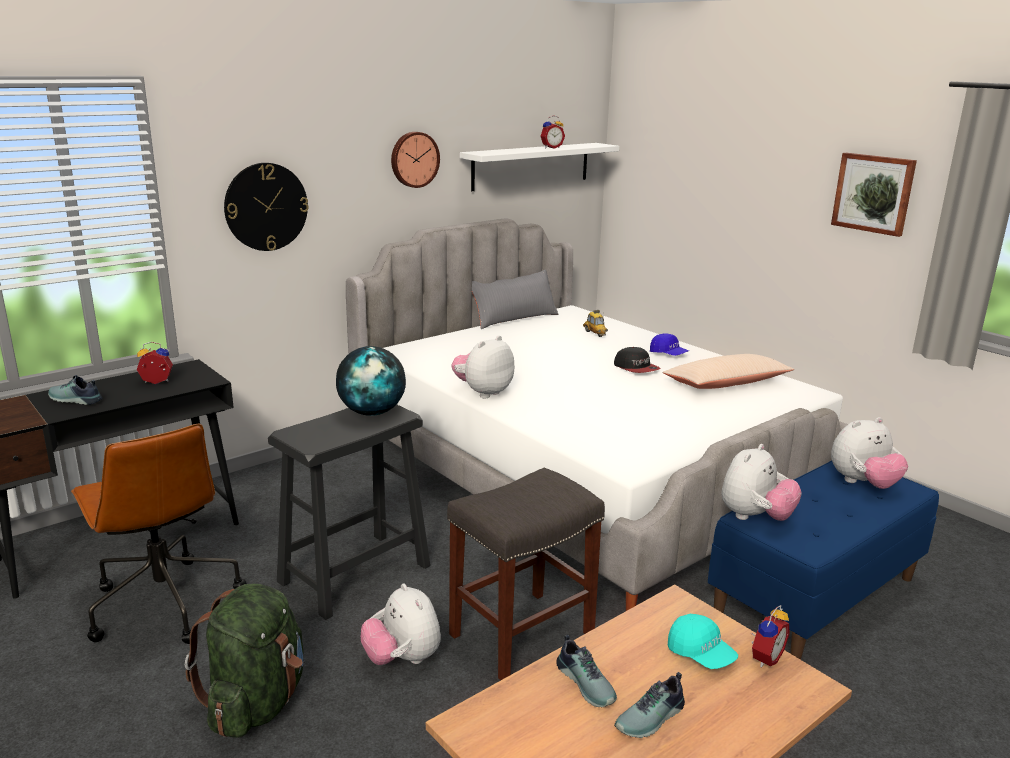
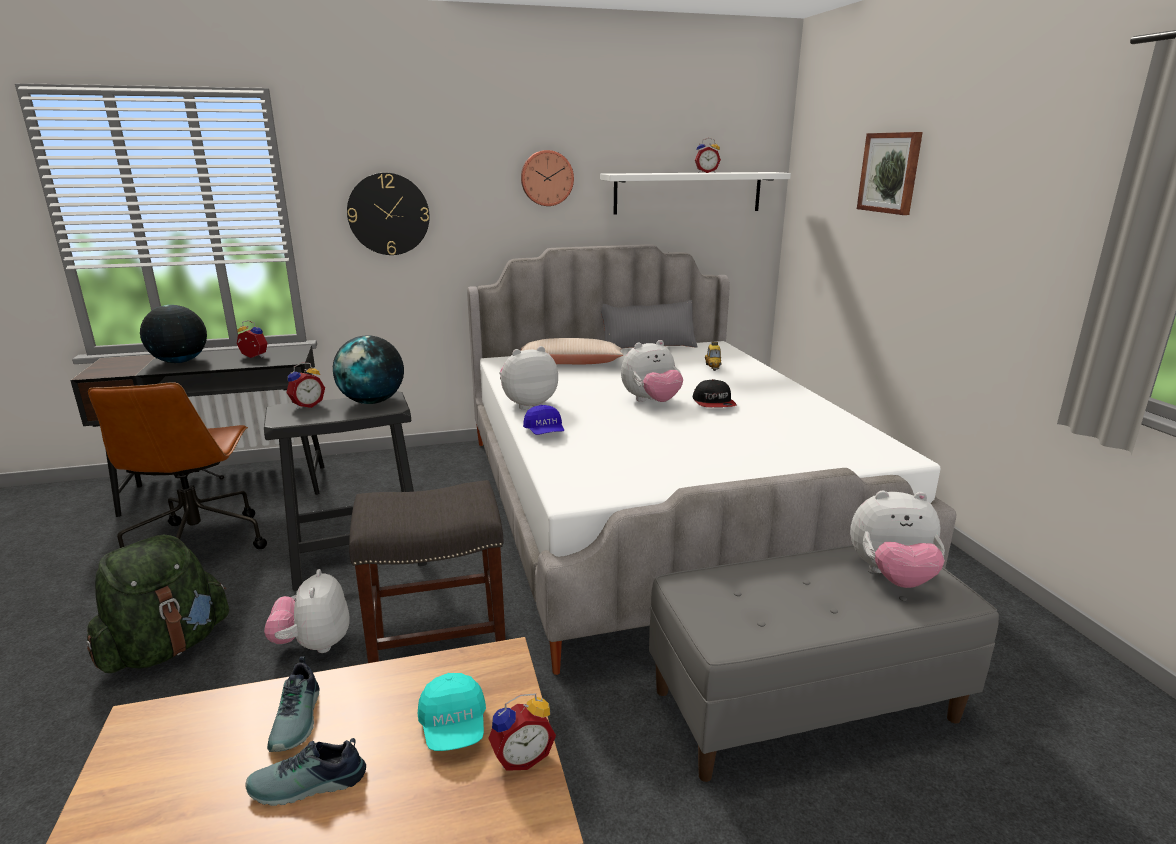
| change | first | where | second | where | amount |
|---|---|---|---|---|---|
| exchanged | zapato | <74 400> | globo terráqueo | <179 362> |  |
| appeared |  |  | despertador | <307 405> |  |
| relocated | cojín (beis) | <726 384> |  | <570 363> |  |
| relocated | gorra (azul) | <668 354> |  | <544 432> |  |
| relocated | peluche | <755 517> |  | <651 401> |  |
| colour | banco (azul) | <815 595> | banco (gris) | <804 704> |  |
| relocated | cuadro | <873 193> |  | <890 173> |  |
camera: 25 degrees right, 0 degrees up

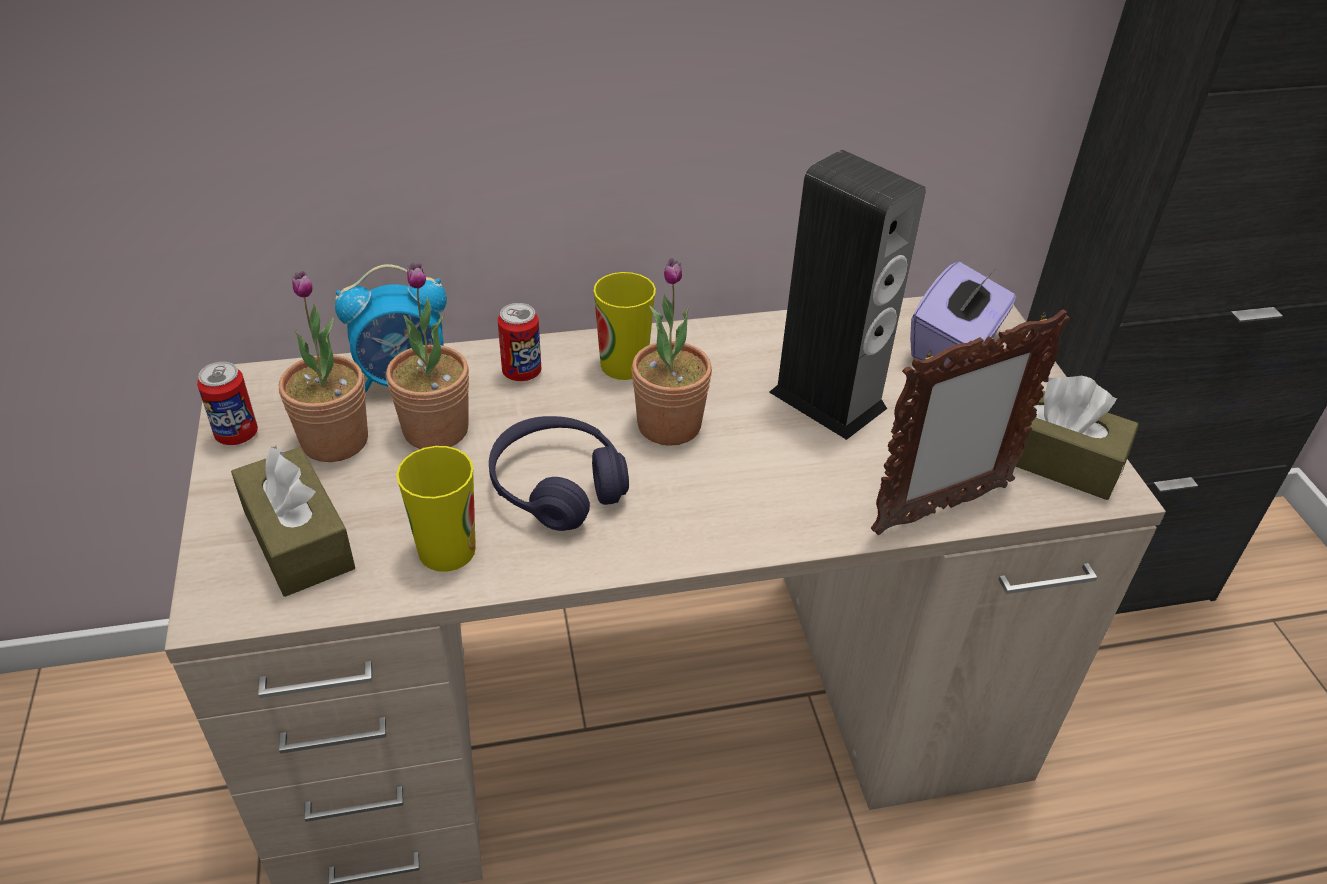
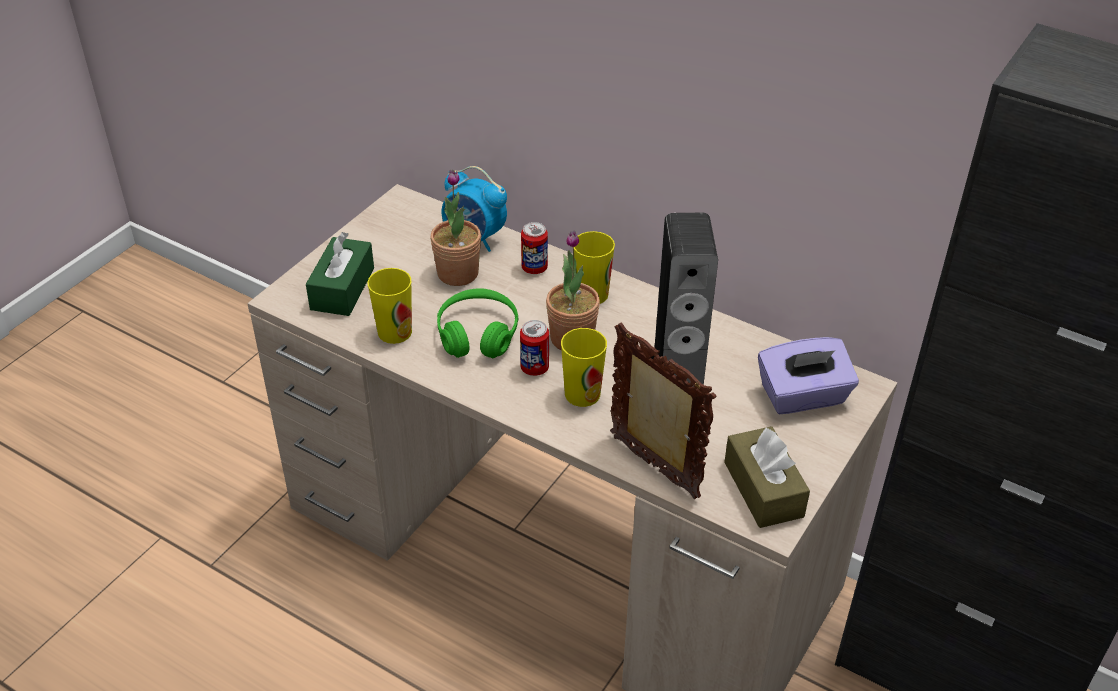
| change | first | where | second | where | amount |
|---|---|---|---|---|---|
| colour | caja de pañuelos (marrón) | <298 539> | caja de pañuelos (verde) | <342 289> |  |
| colour | auriculares (morado) | <557 487> | auriculares (verde) | <478 334> |  |
| relocated | lata | <237 434> |  | <534 368> |  |
| appeared |  |  | taza | <582 394> |  |
| spun | portarretratos | <940 509> |  | <654 468> | 150 degrees counterclockwise |
| missing | planta en maceta | <335 441> |  |  |  |
camera: 45 degrees right, 0 degrees up

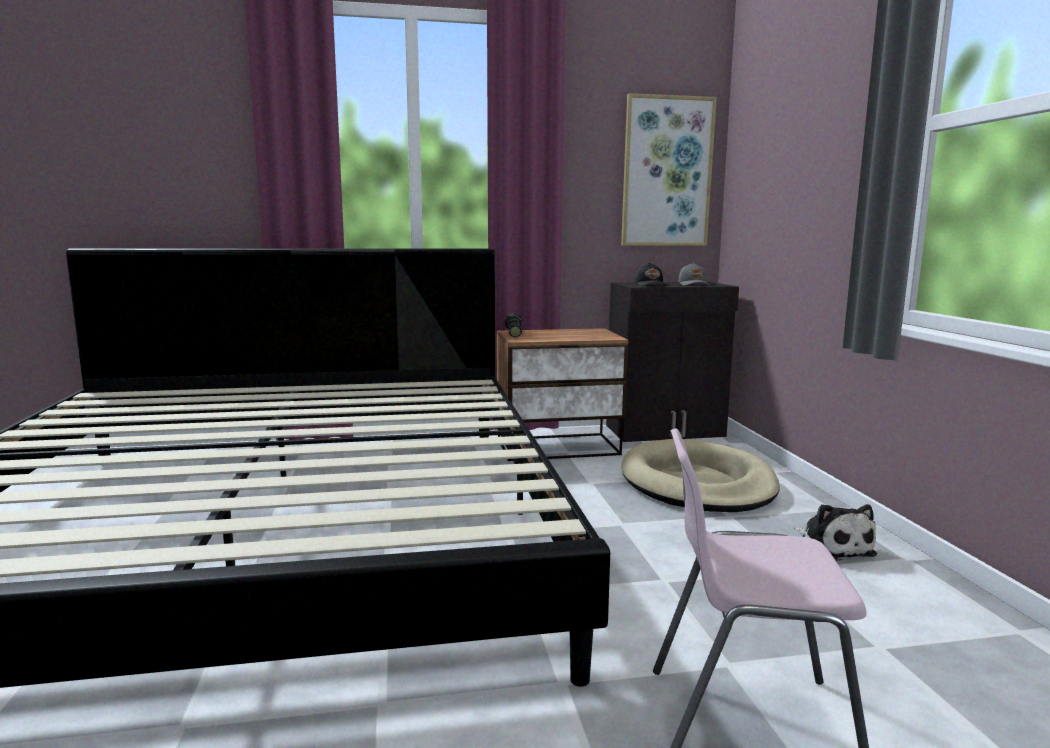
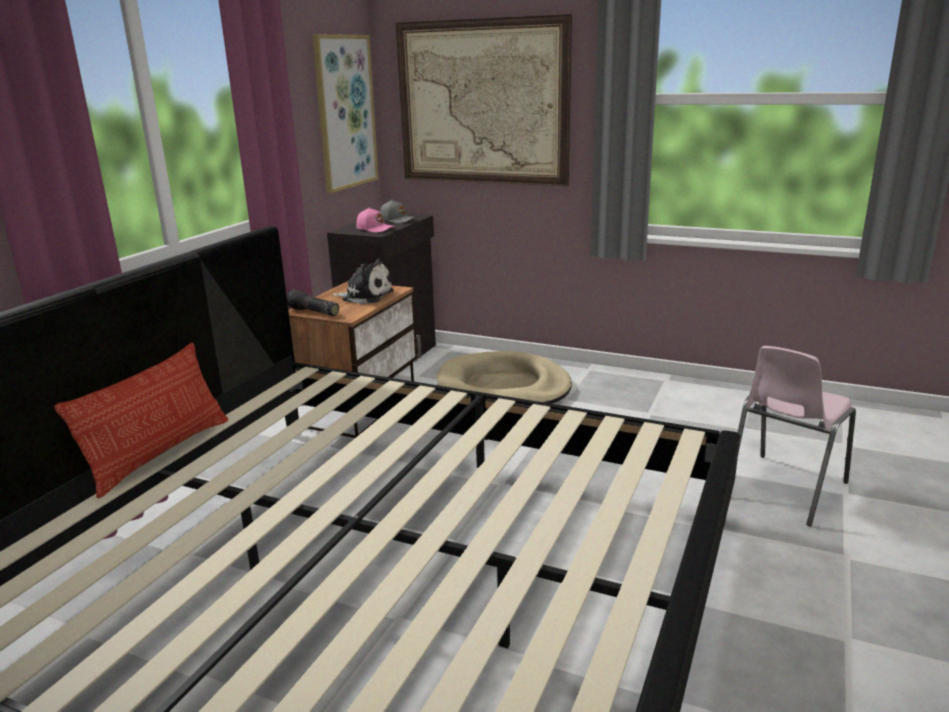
| change | first | where | second | where | amount |
|---|---|---|---|---|---|
| appeared |  |  | cojín | <159 453> |  |
| relocated | peluche | <831 547> |  | <365 296> |  |
| colour | gorra (negro) | <650 285> | gorra (rosa) | <375 229> |  |
| appeared |  |  | cuadro | <482 103> |  |
camera: 55 degrees left, 10 degrees up

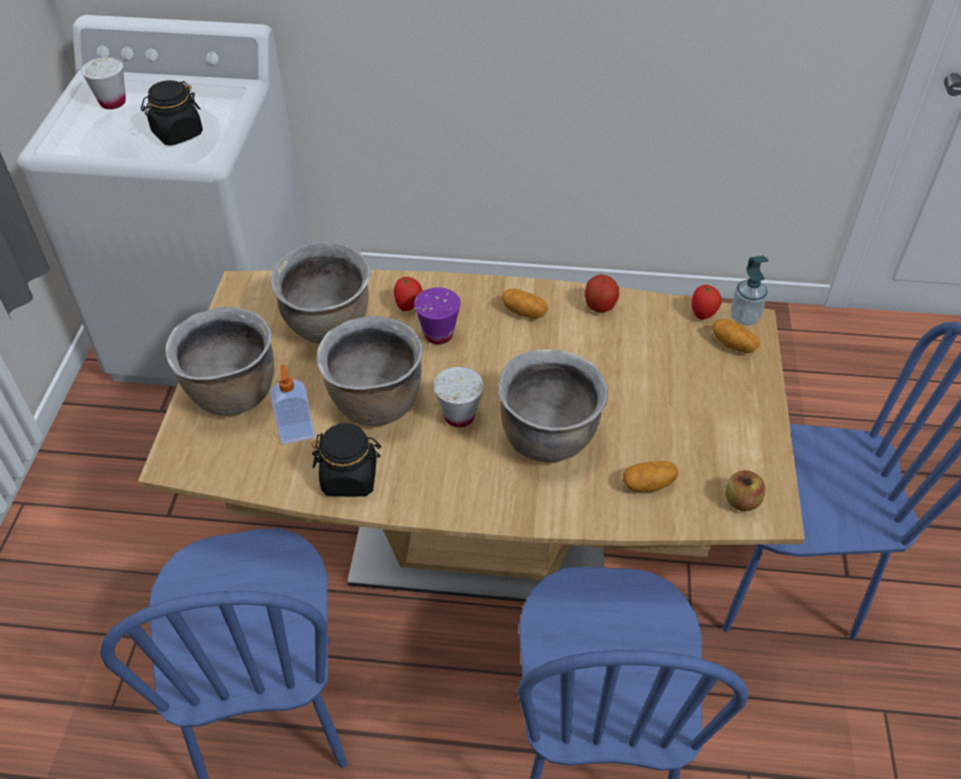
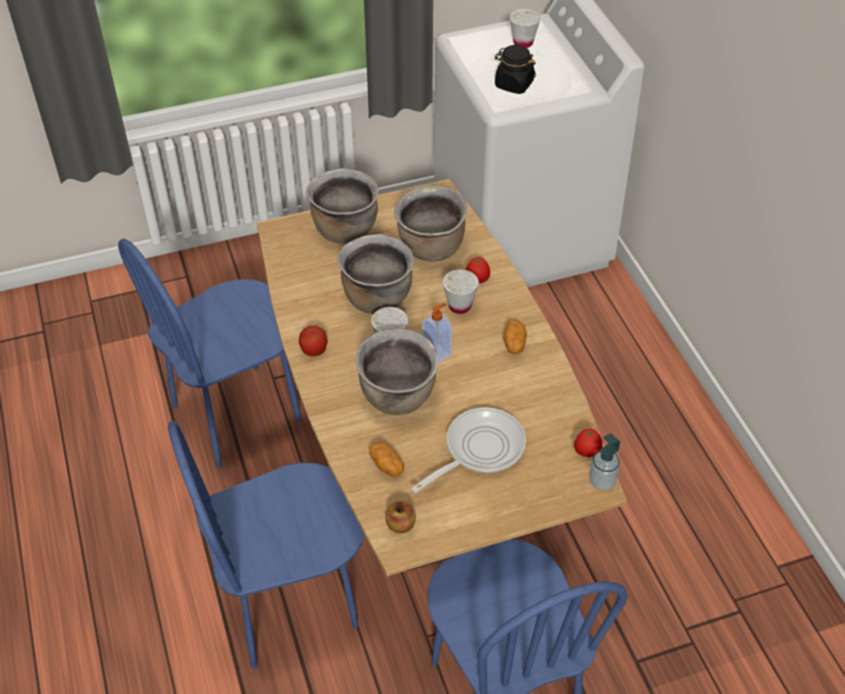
| change | first | where | second | where | amount |
|---|---|---|---|---|---|
| relocated | manzana | <600 306> |  | <314 350> |  |
| appeared |  |  | sartén | <479 450> |  |
| relocated | dispensador de jabón | <296 431> |  | <437 351> |  |
| colour | taza (morado) | <438 334> | taza (blanco) | <459 306> |  |
| missing | tarro (negro) | <350 478> |  |  |  |
| missing | patata | <733 344> |  |  |  |
camera: 65 degrees right, 0 degrees up

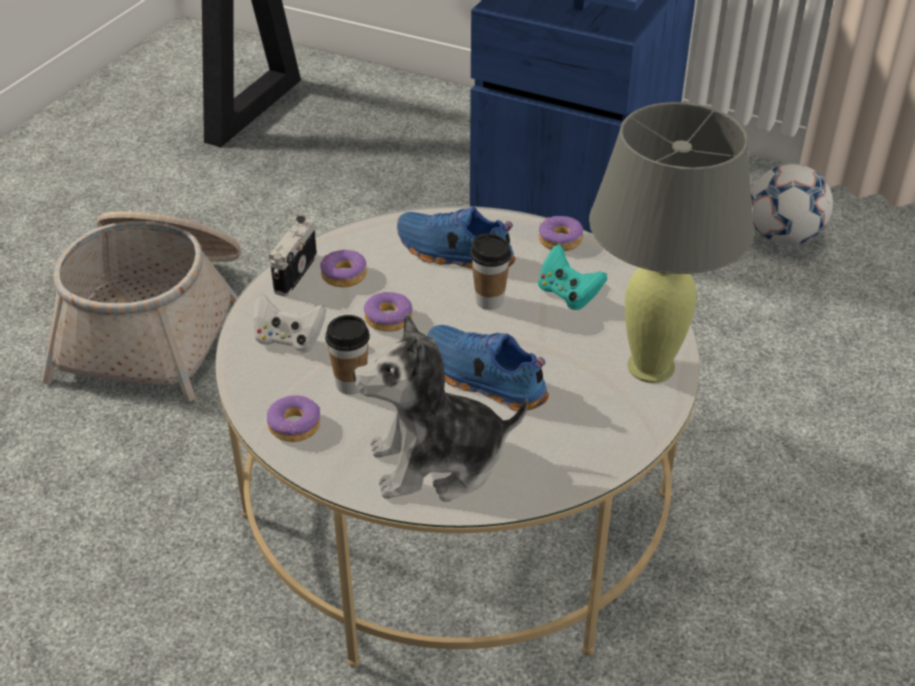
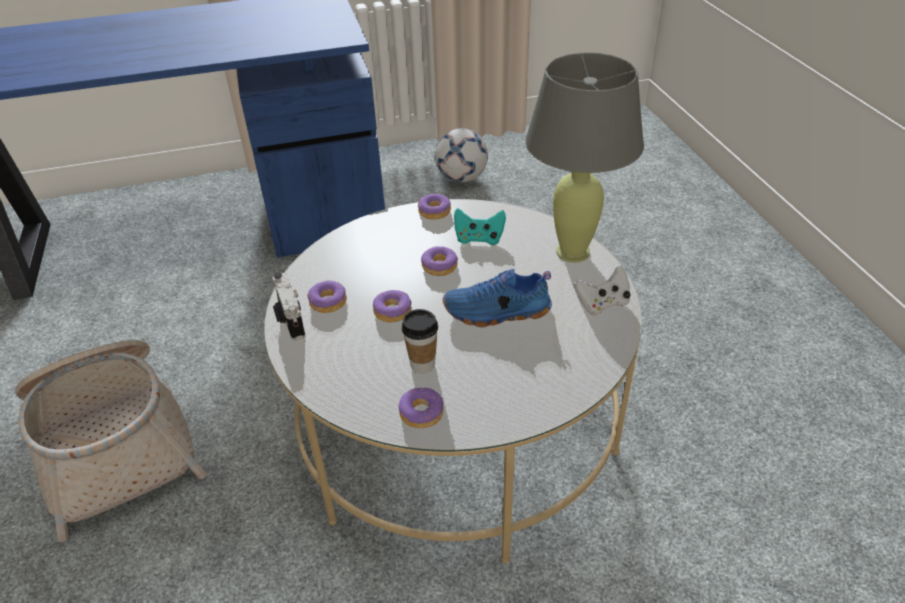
| change | first | where | second | where | amount |
|---|---|---|---|---|---|
| exchanged | taza | <489 301> | rosquilla | <440 266> |  |
| relocated | mando de consola (blanco) | <289 340> |  | <602 304> |  |
| missing | peluche | <437 463> |  |  |  |
| missing | zapato (azul) | <453 254> |  |  |  |
camera: 40 degrees left, 0 degrees up

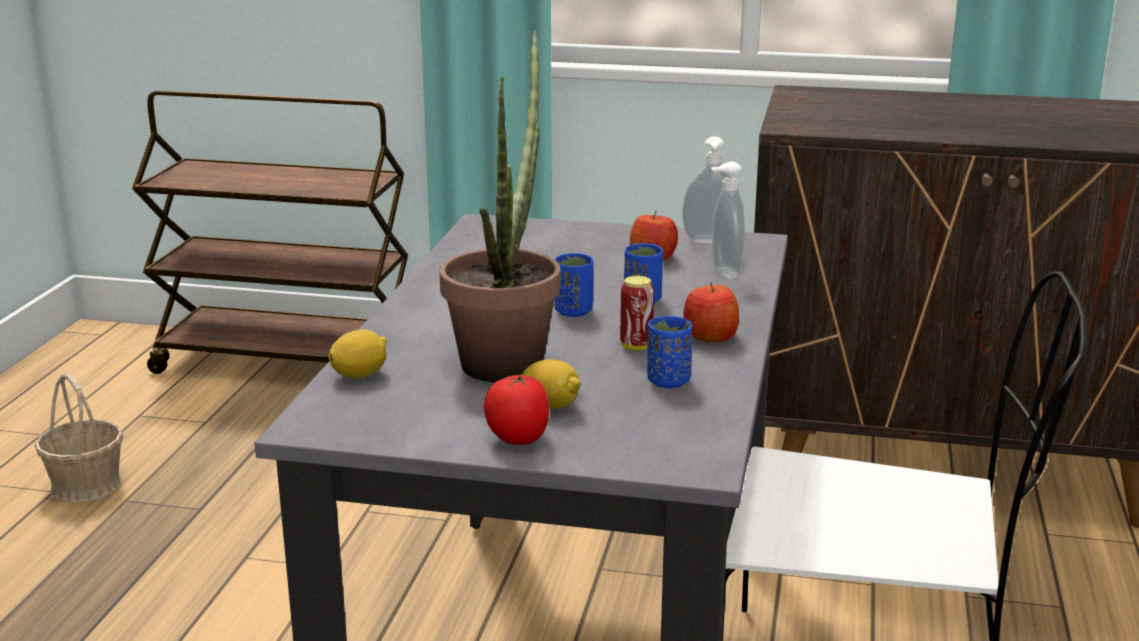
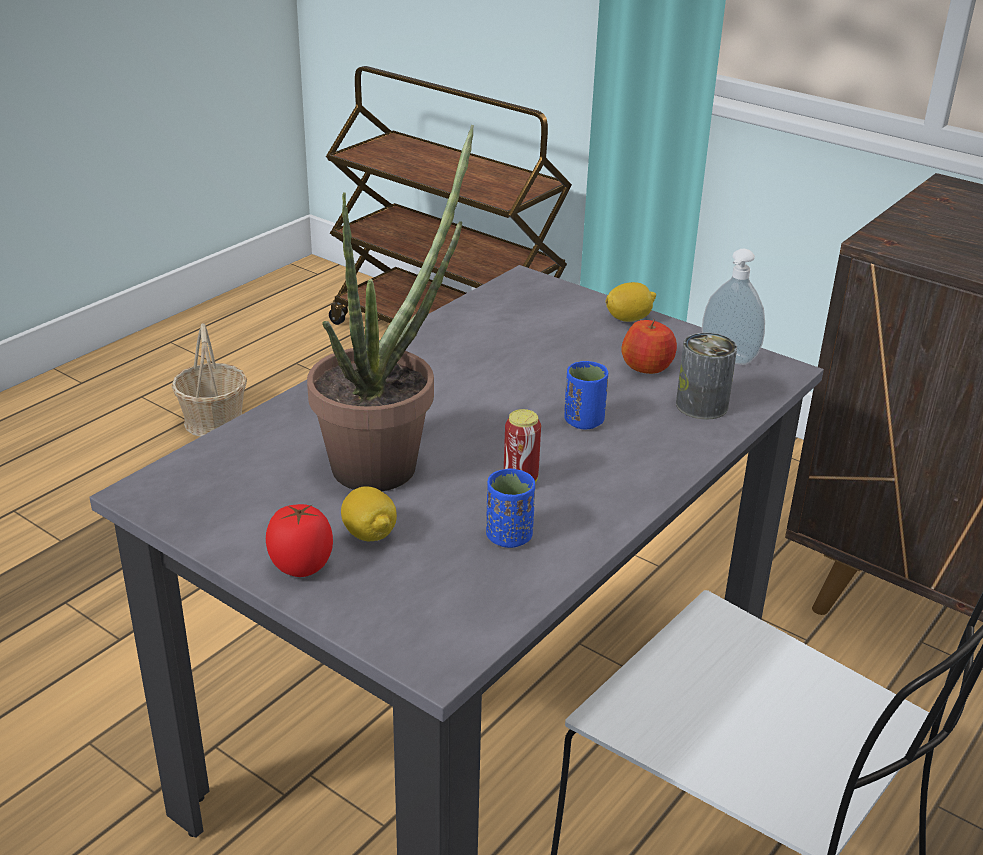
| change | first | where | second | where | amount |
|---|---|---|---|---|---|
| relocated | limón | <360 375> |  | <629 318> |  |
| exchanged | dispensador de jabón | <723 273> | lata | <701 405> |  |
| missing | taza (azul) | <573 311> |  |  |  |
| missing | manzana | <710 336> |  |  |  |
camera: 25 degrees right, 10 degrees up

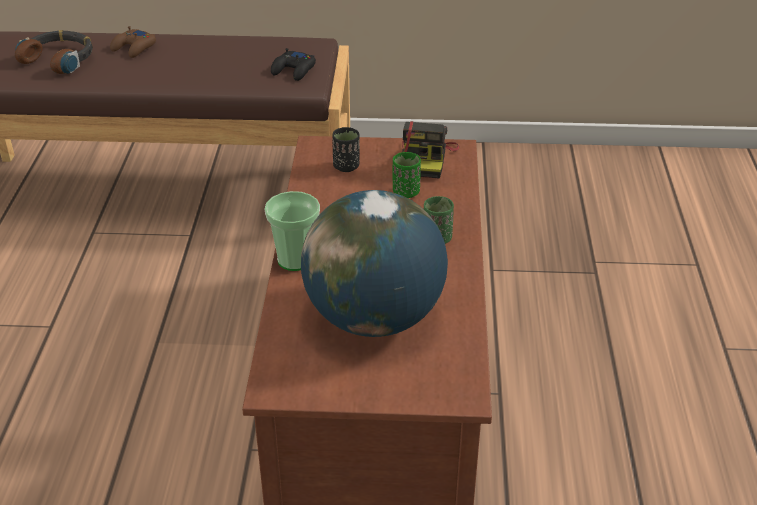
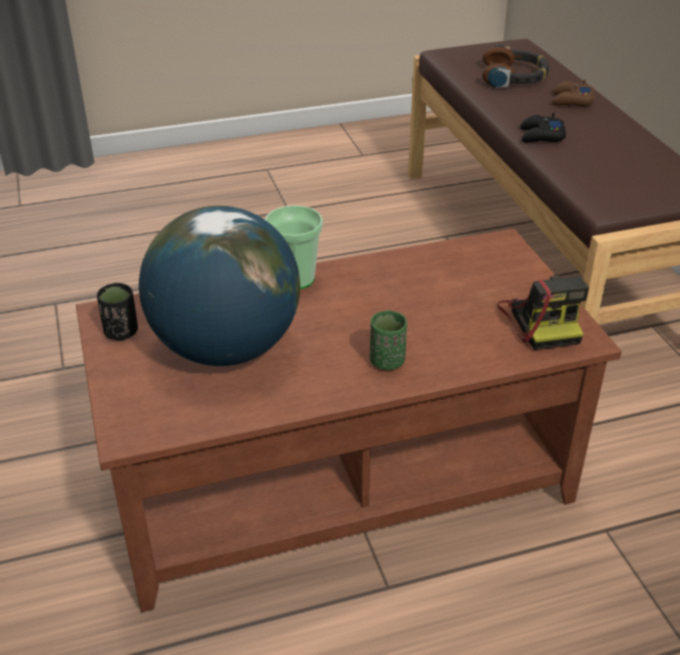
| change | first | where | second | where | amount |
|---|---|---|---|---|---|
| relocated | taza (negro) | <346 166> |  | <121 332> |  |
| spun | cámara | <426 159> |  | <541 320> | 90 degrees counterclockwise |
| relocated | mando de consola (negro) | <294 70> |  | <541 136> |  |
| missing | taza (verde) | <406 192> |  |  |  |
camera: 70 degrees right, 0 degrees up

